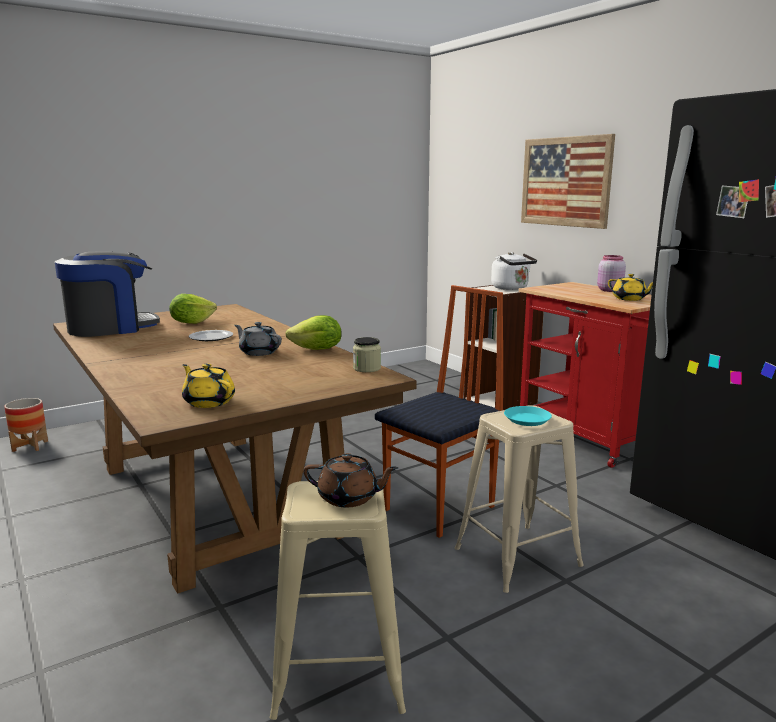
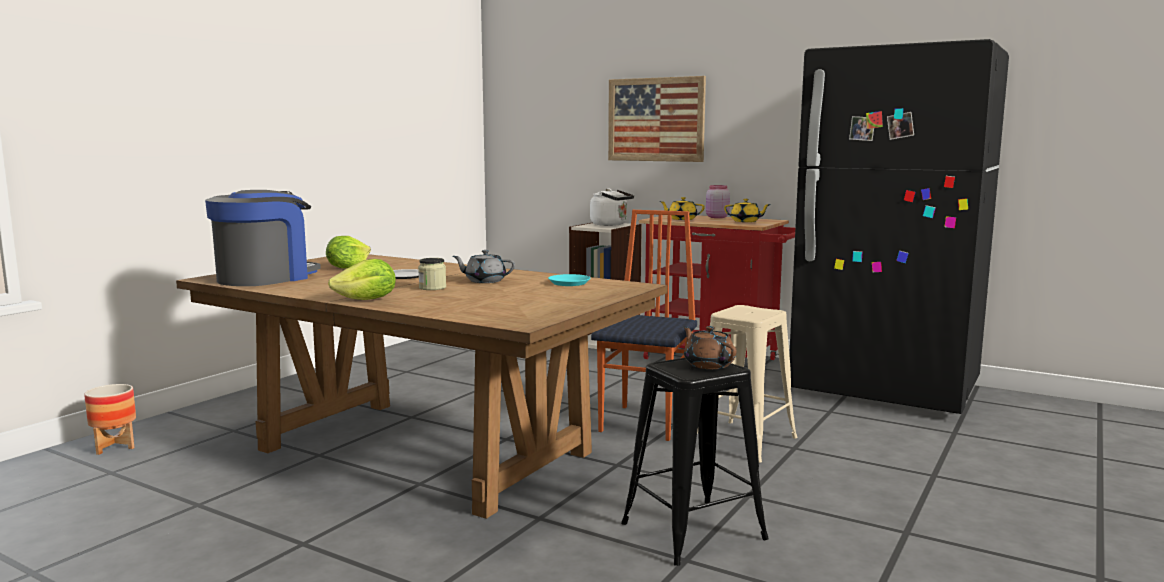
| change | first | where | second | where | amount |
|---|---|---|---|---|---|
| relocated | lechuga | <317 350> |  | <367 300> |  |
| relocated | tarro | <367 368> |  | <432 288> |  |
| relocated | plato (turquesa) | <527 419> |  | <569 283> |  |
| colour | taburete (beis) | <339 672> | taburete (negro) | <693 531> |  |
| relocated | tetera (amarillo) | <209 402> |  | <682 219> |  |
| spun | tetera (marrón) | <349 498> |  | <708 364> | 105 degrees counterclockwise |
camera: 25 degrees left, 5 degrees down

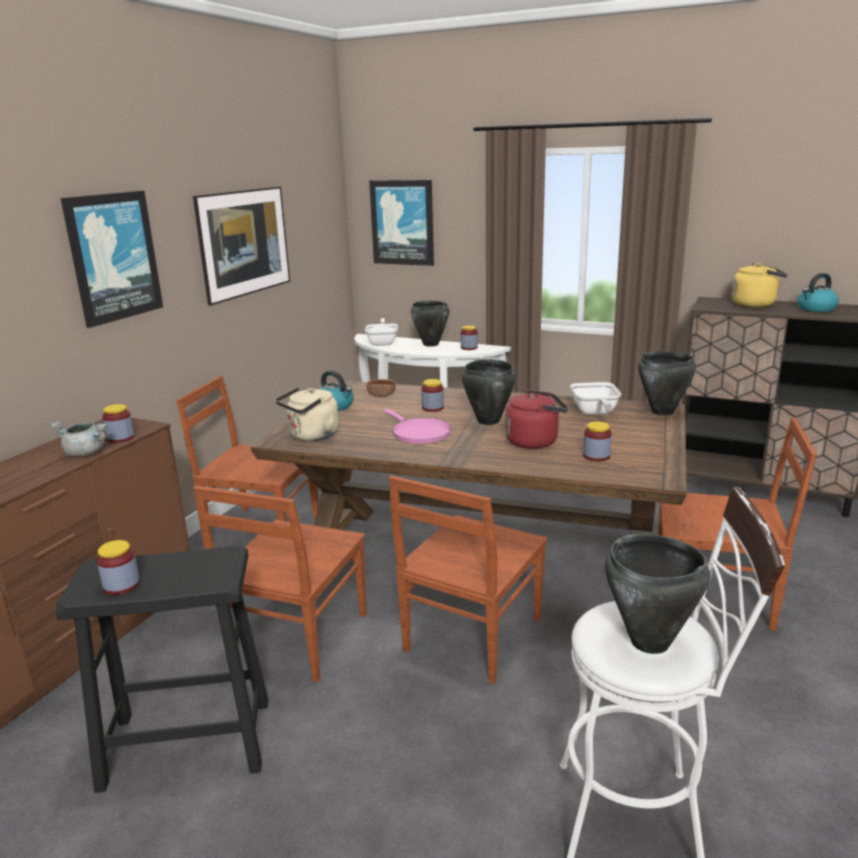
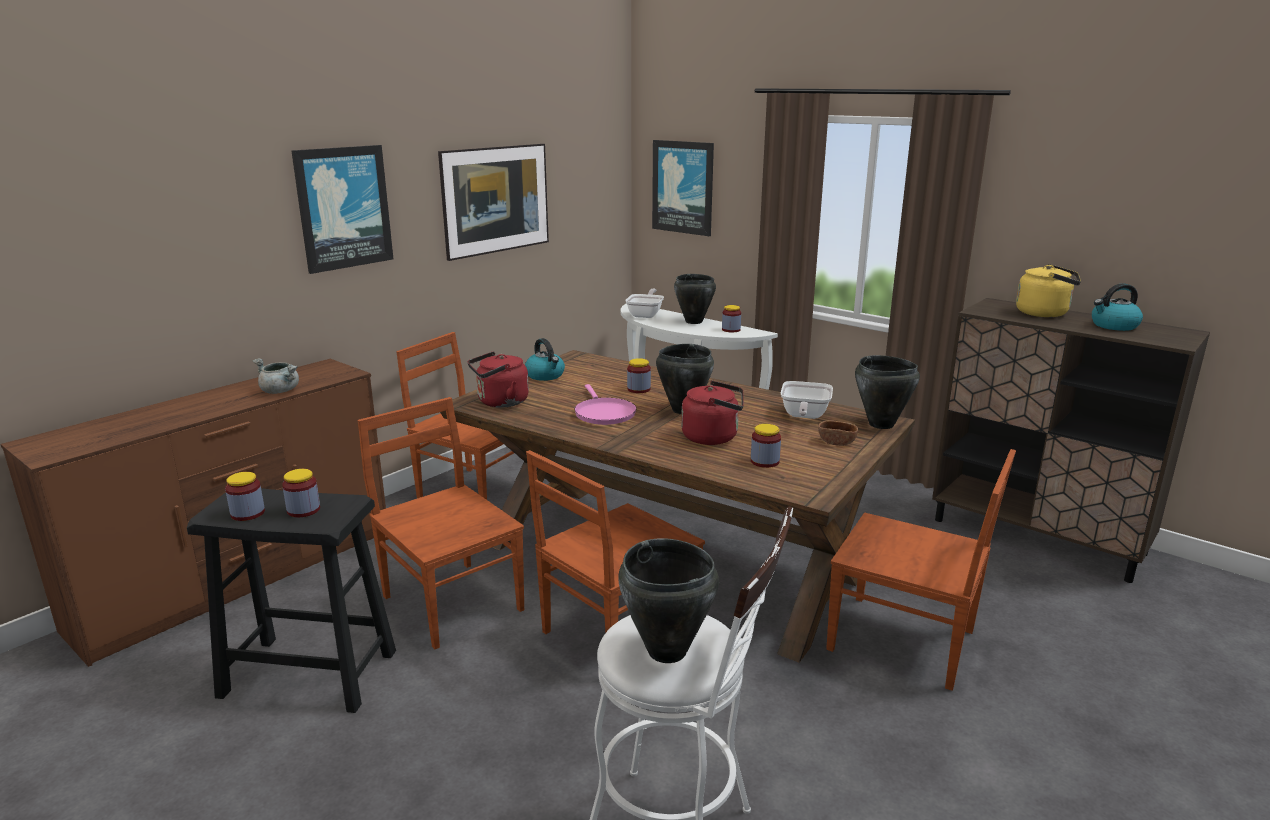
| change | first | where | second | where | amount |
|---|---|---|---|---|---|
| relocated | tarro | <120 438> |  | <303 510> |  |
| spun | silla (marrón) | <297 639> |  | <451 601> | 105 degrees clockwise |
| colour | hervidor (beis) | <311 436> | hervidor (rojo) | <500 402> |  |
| relocated | cuenco (marrón) | <381 395> |  | <836 442> |  |
camera: 15 degrees right, 0 degrees up

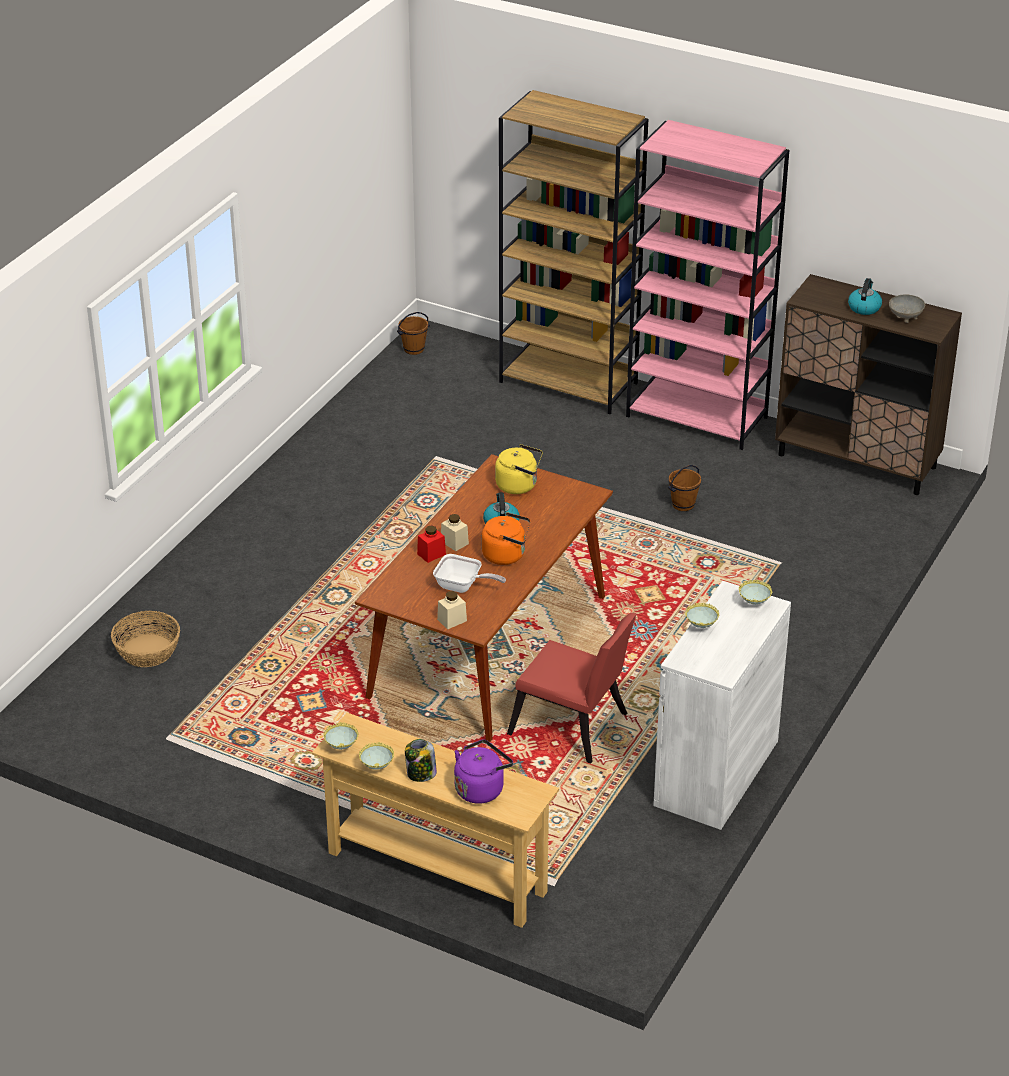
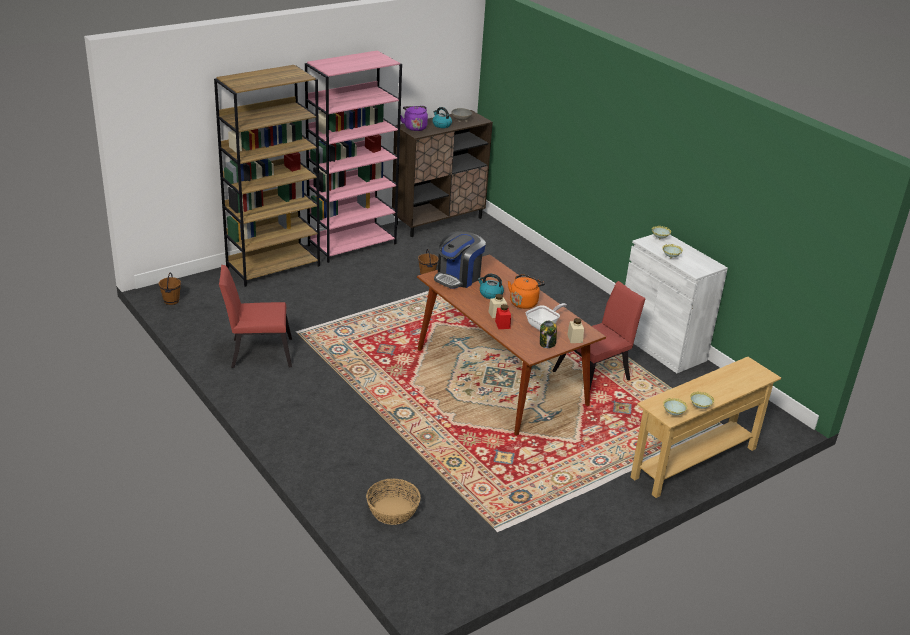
| change | first | where | second | where | amount |
|---|---|---|---|---|---|
| appeared |  |  | silla (rojo) | <257 352> |  |
| relocated | hervidor (morado) | <481 788> |  | <414 127> |  |
| exchanged | hervidor (amarillo) | <519 485> | cafetera | <458 277> |  |
| relocated | tarro | <421 774> |  | <547 344> |  |
camera: 65 degrees left, 5 degrees down

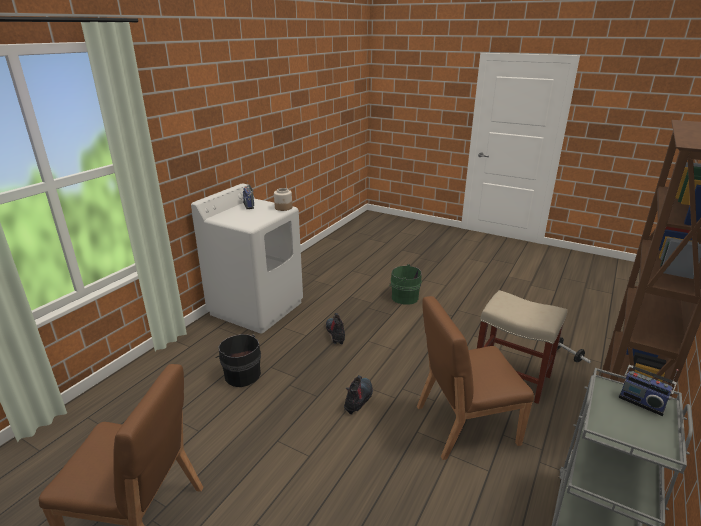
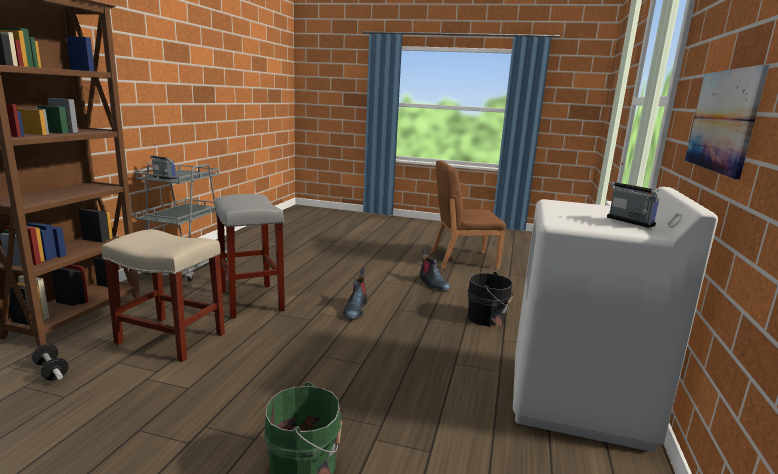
| change | first | where | second | where | amount |
|---|---|---|---|---|---|
| exchanged | silla (marrón) | <465 424> | taburete (gris) | <252 301> |  |
| relocated | bota | <336 334> |  | <433 284> |  |
| appeared |  |  | cuadro | <722 121> |  |
| missing | tarro | <283 208> |  |  |  |
camera: 165 degrees right, 10 degrees down

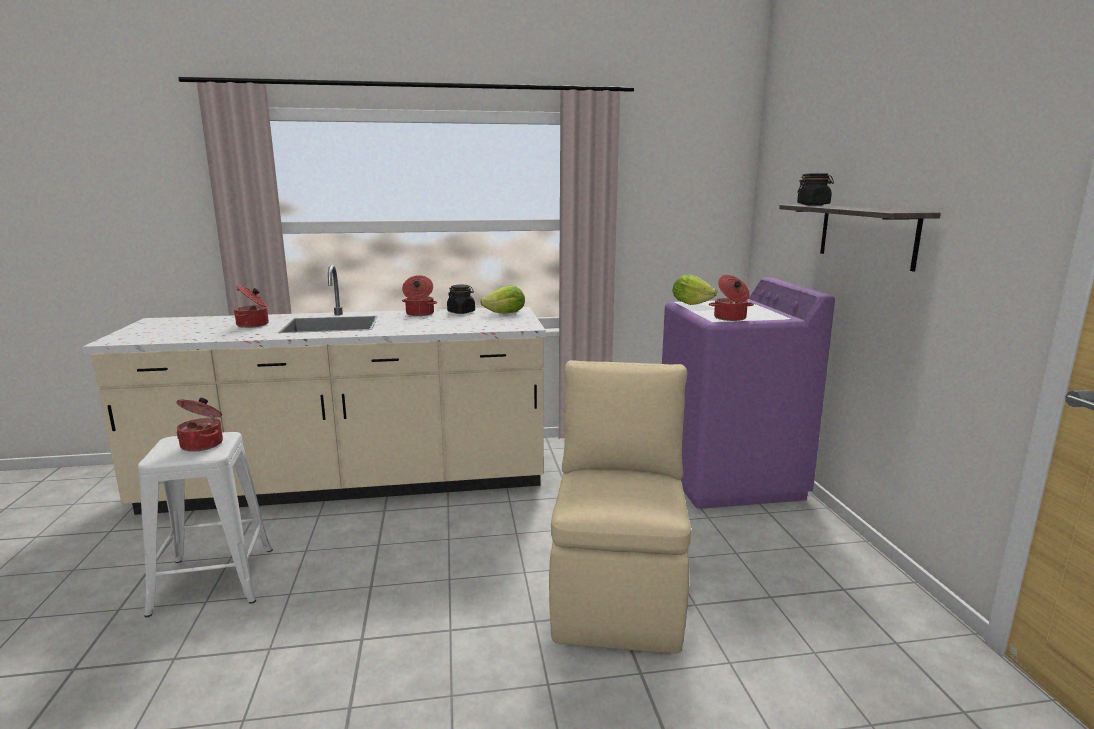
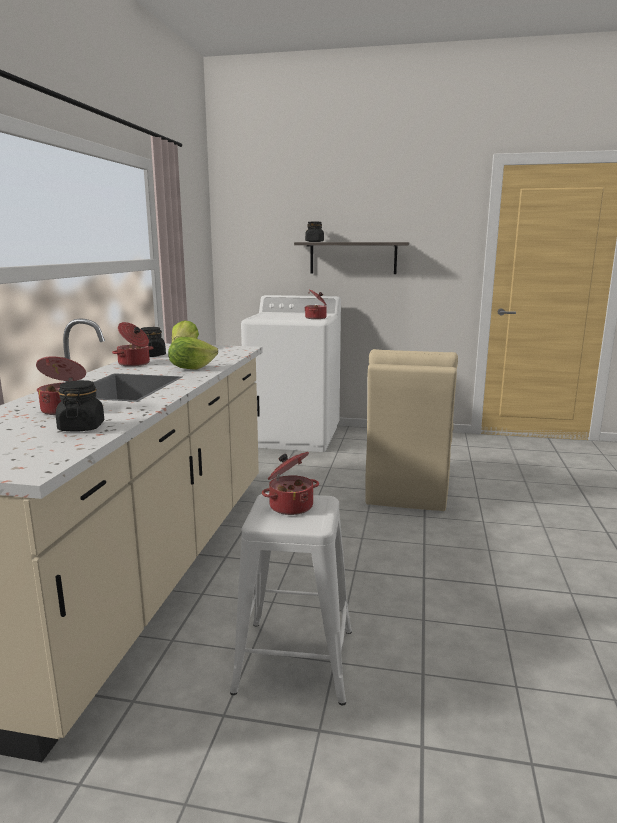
| change | first | where | second | where | amount |
|---|---|---|---|---|---|
| appeared |  |  | tarro (negro) | <81 427> |  |
| relocated | lechuga | <691 303> |  | <191 368> |  |
| colour | lavadora (morado) | <729 479> | lavadora (blanco) | <294 436> |  |
| spun | silla (beis) | <618 594> |  | <406 489> | 105 degrees counterclockwise |
camera: 70 degrees left, 0 degrees up

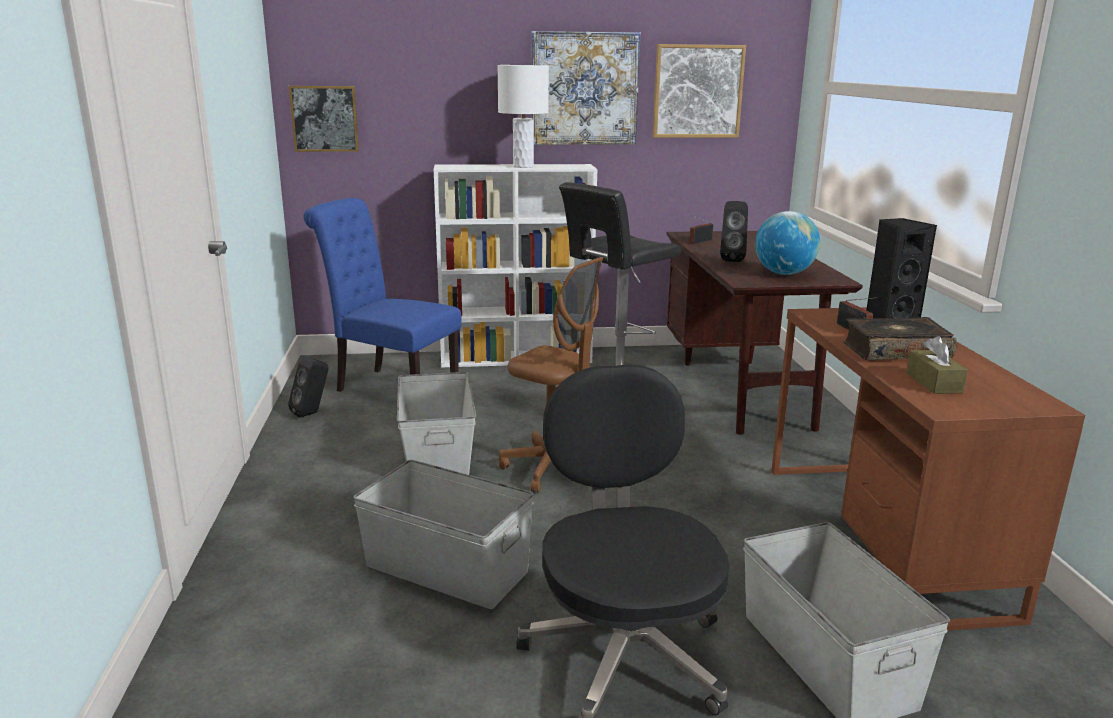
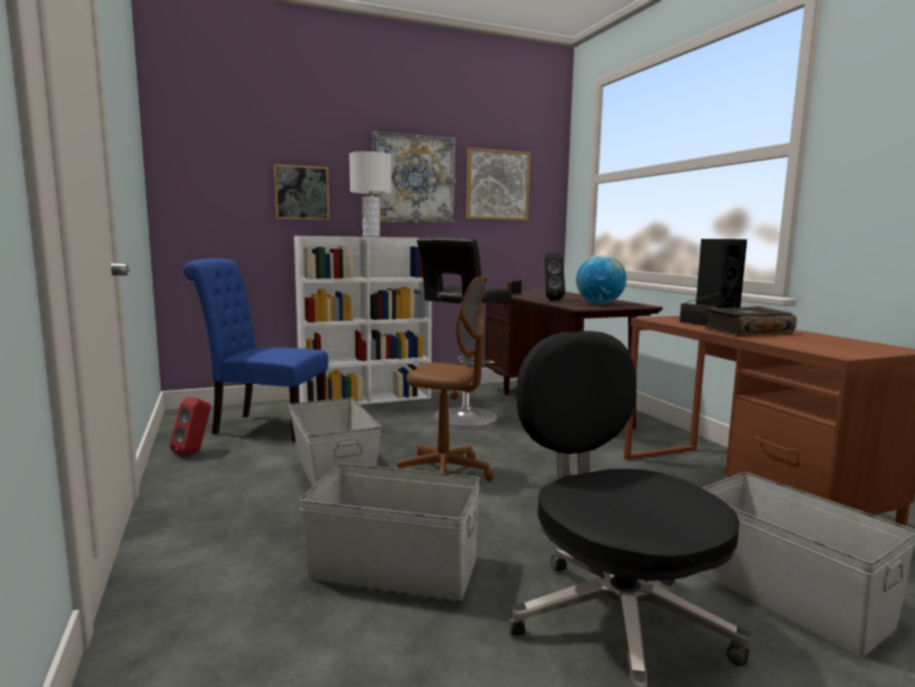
| change | first | where | second | where | amount |
|---|---|---|---|---|---|
| colour | altavoz (negro) | <312 413> | altavoz (rojo) | <194 452> |  |
| relocated | cuadro | <324 118> |  | <302 193> |  |
| missing | caja de pañuelos (marrón) | <933 382> |  |  |  |
camera: 15 degrees left, 10 degrees down

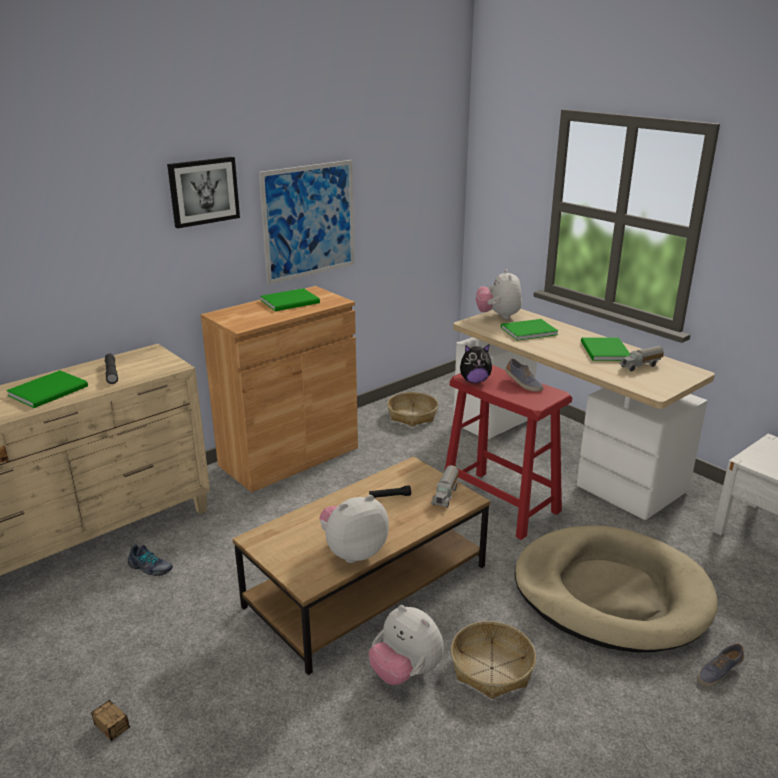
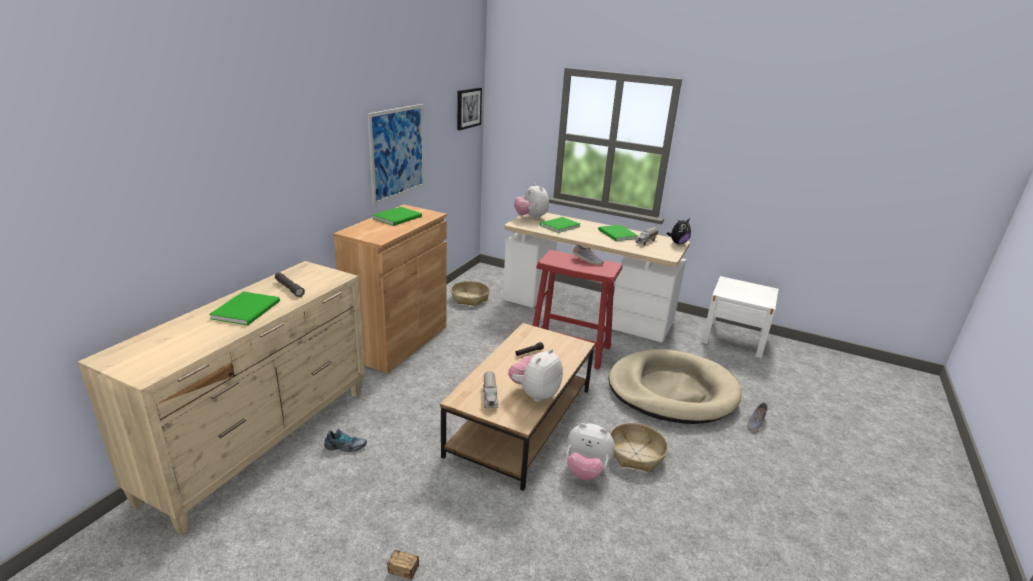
| change | first | where | second | where | amount |
|---|---|---|---|---|---|
| relocated | cuadro | <203 191> |  | <468 108> |  |
| relocated | camión de juguete | <446 495> |  | <490 397> |  |
| relocated | peluche | <474 381> |  | <678 243> |  |
camera: 25 degrees left, 0 degrees up

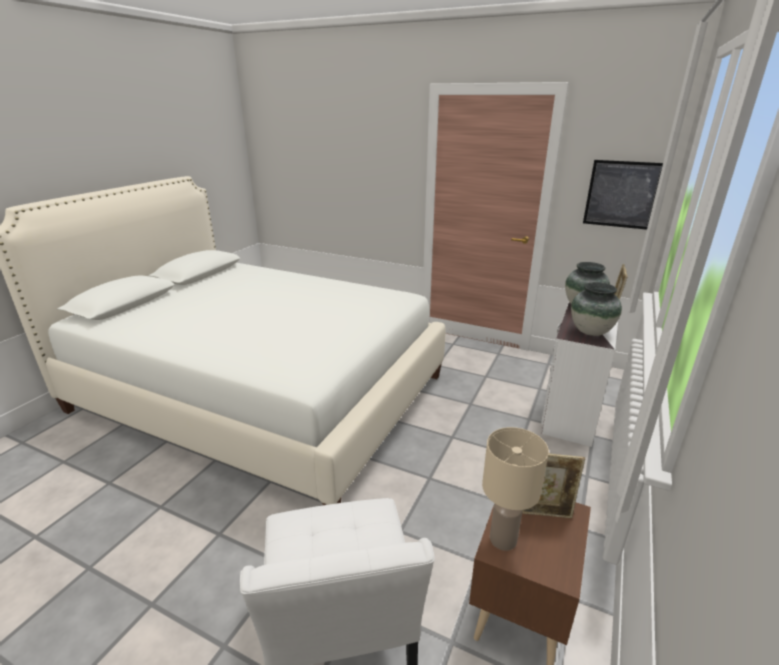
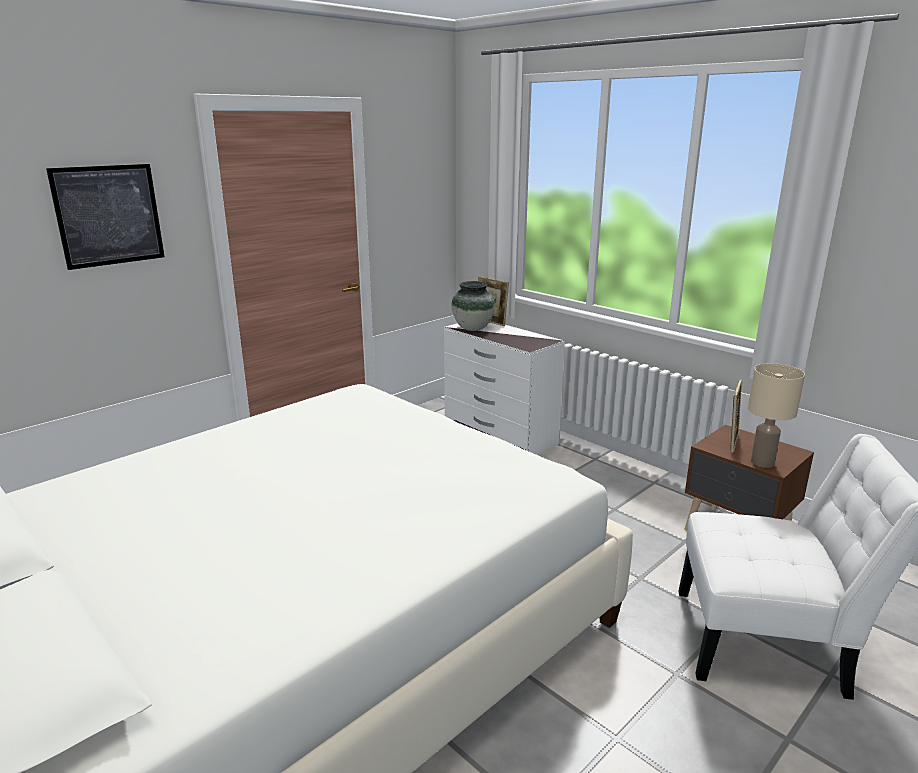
| change | first | where | second | where | amount |
|---|---|---|---|---|---|
| relocated | cuadro | <622 194> |  | <109 215> |  |
| missing | florero | <591 332> |  |  |  |
camera: 70 degrees left, 5 degrees down

